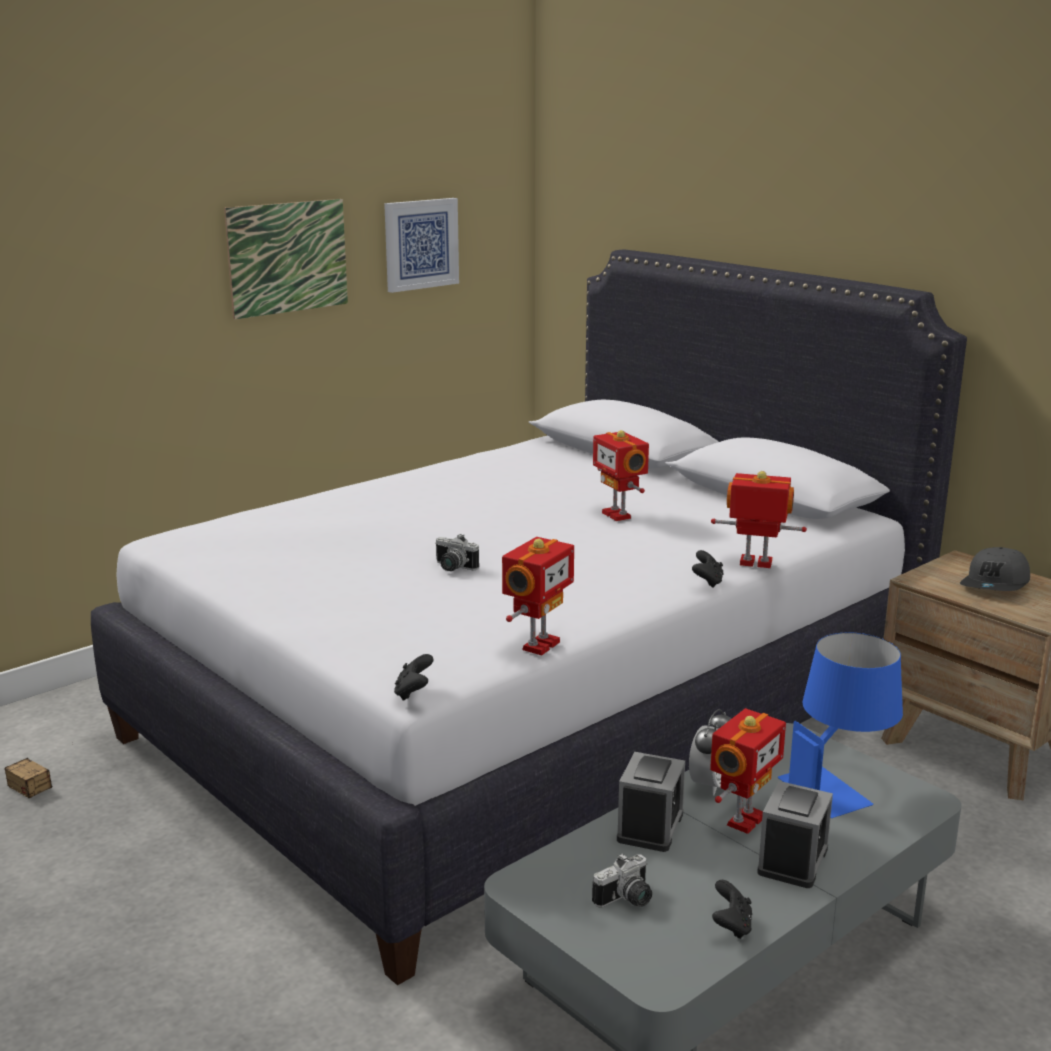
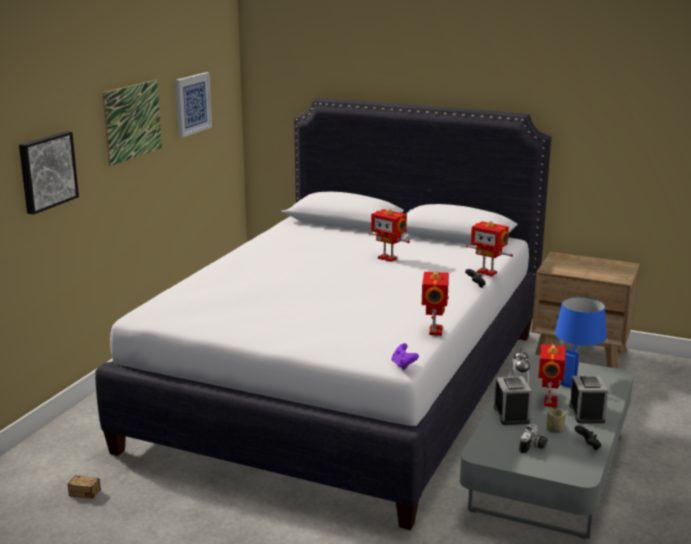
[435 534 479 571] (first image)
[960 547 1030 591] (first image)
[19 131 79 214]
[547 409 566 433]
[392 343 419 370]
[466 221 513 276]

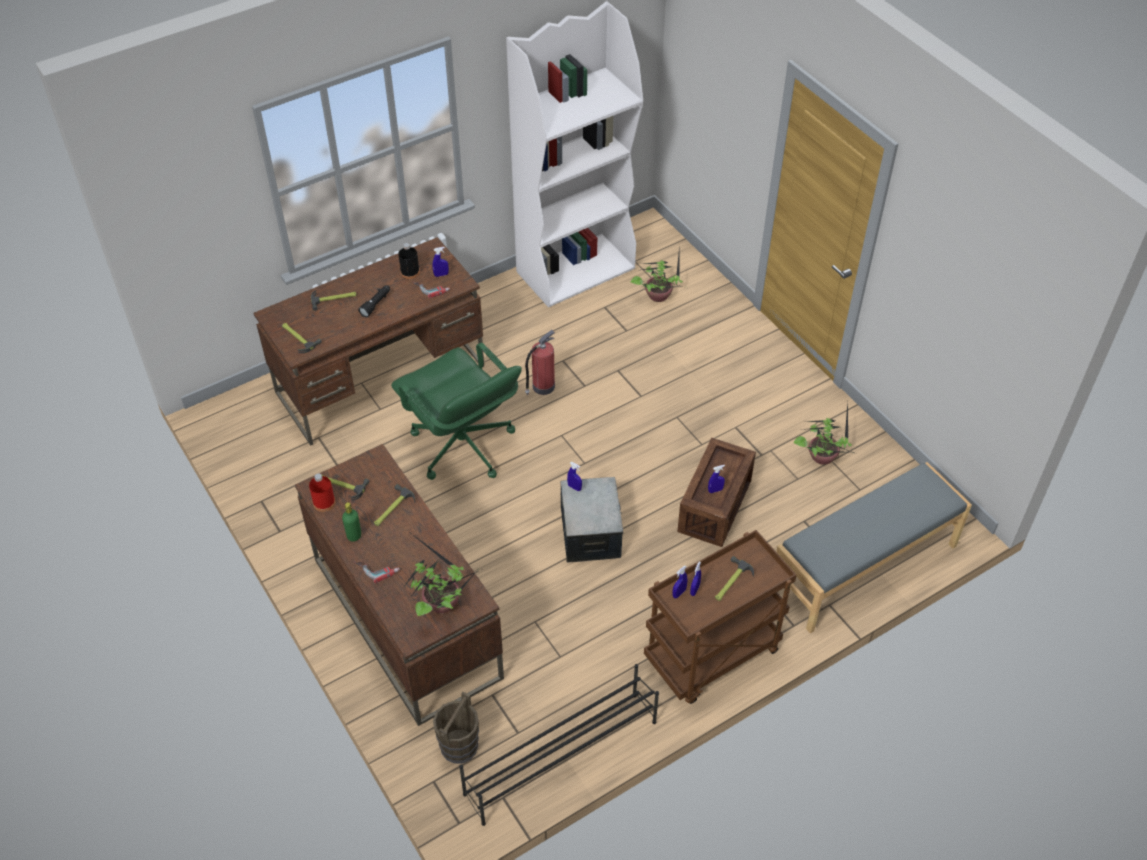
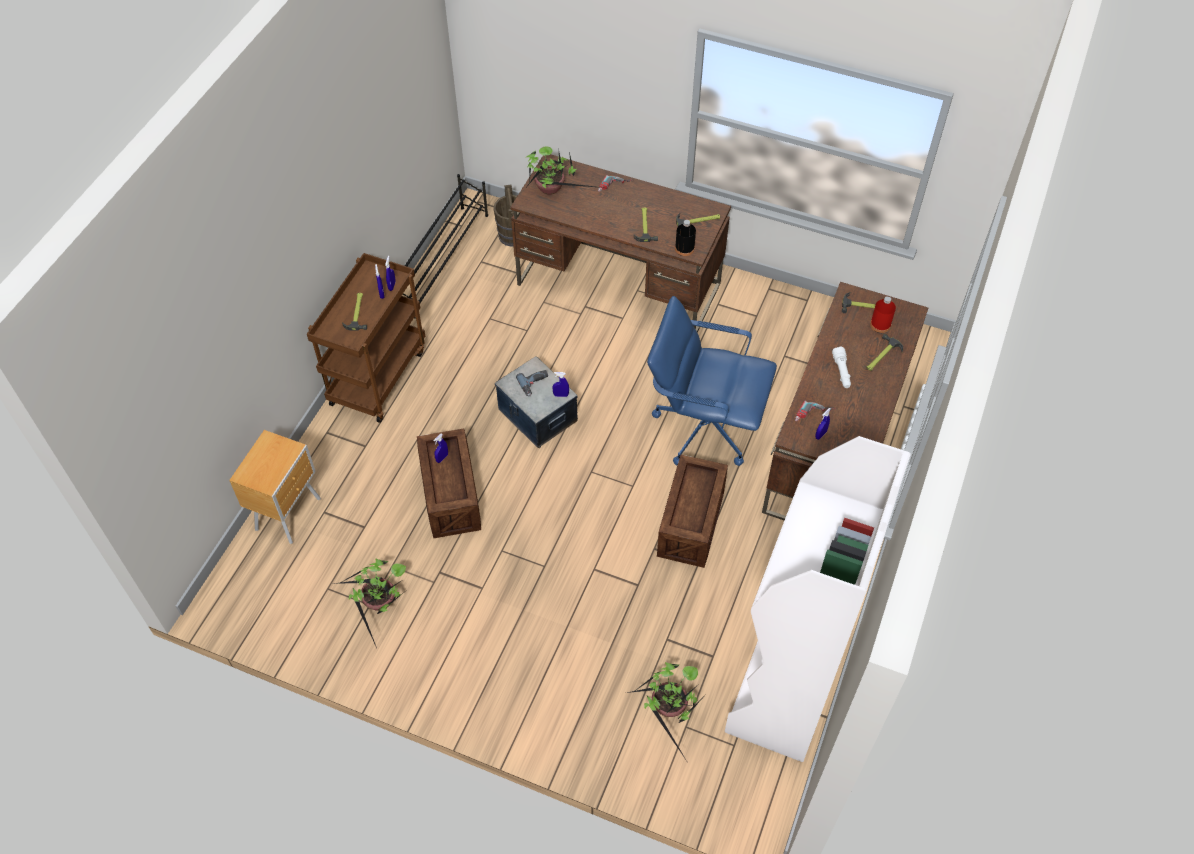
[342 502 361 542] (first image)
[516 370 548 397]
[870 296 896 333]
[675 220 696 256]
[657 455 728 568]
[229 430 321 544]
[832 347 851 388]
[647 296 777 466]

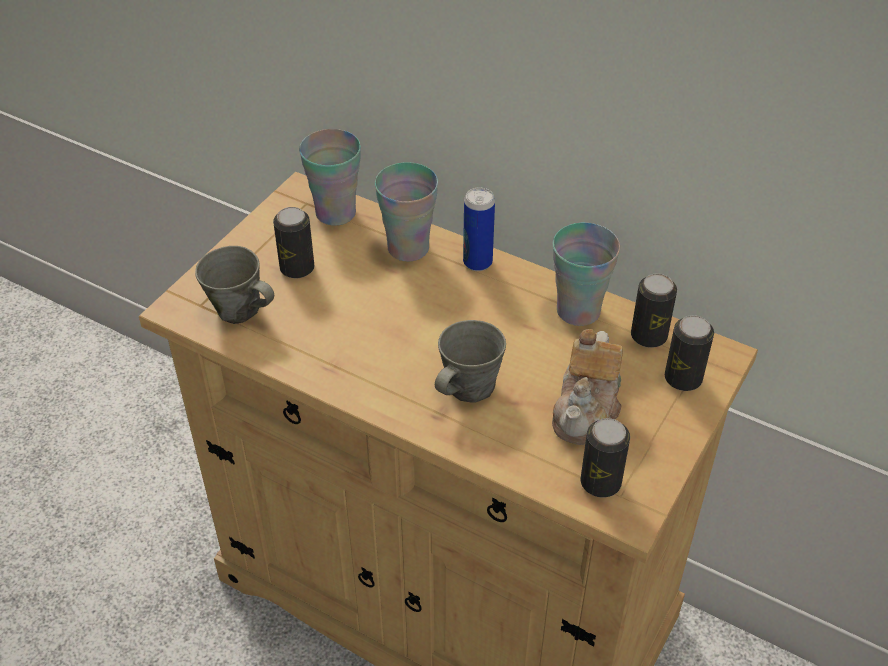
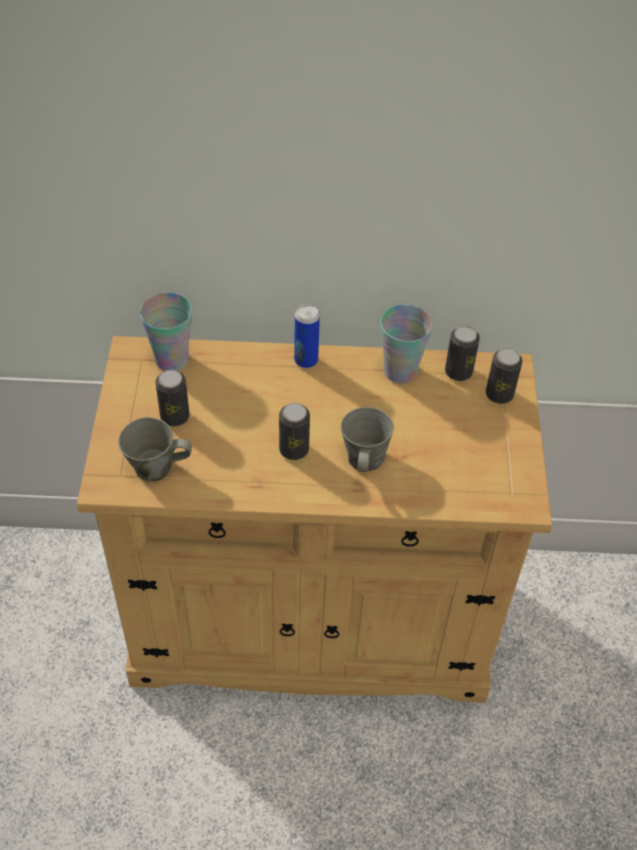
[375 162 438 262] (first image)
[552 329 623 445] (first image)
[279 403 310 460]

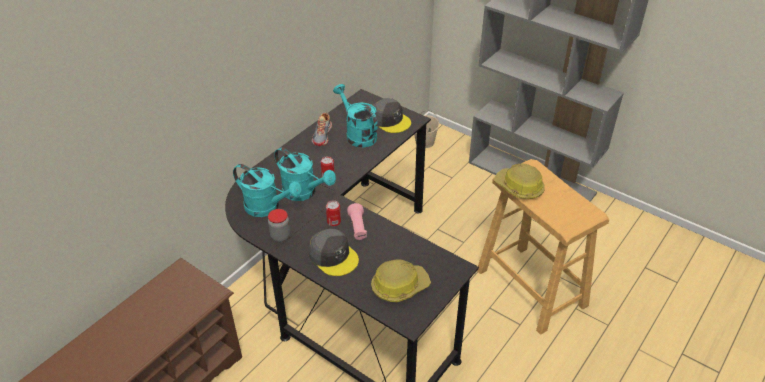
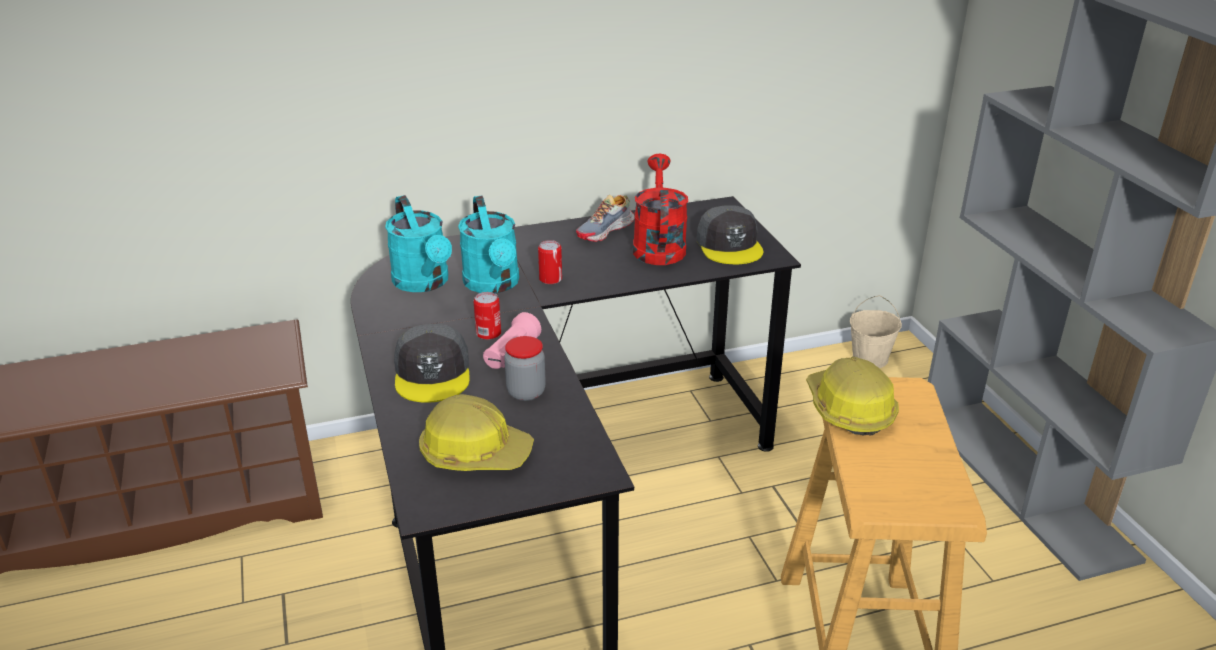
[504 336 546 401]
[633 153 688 265]

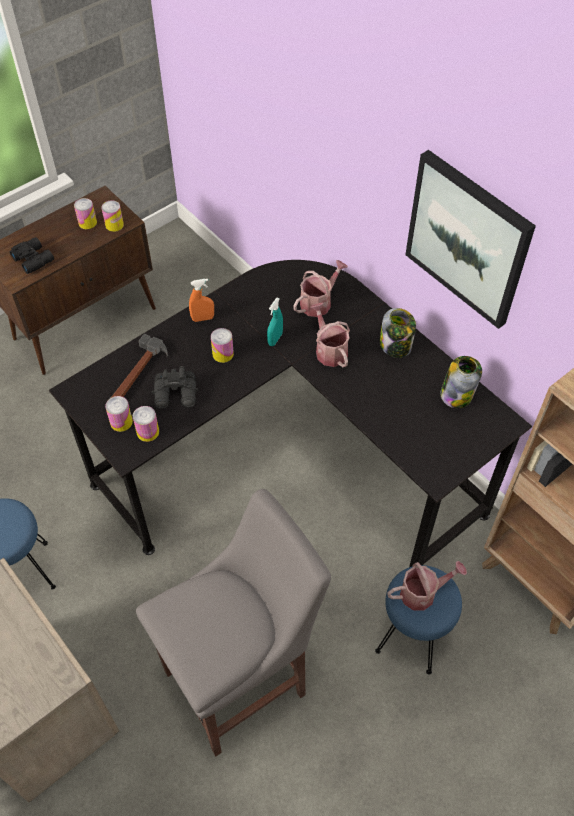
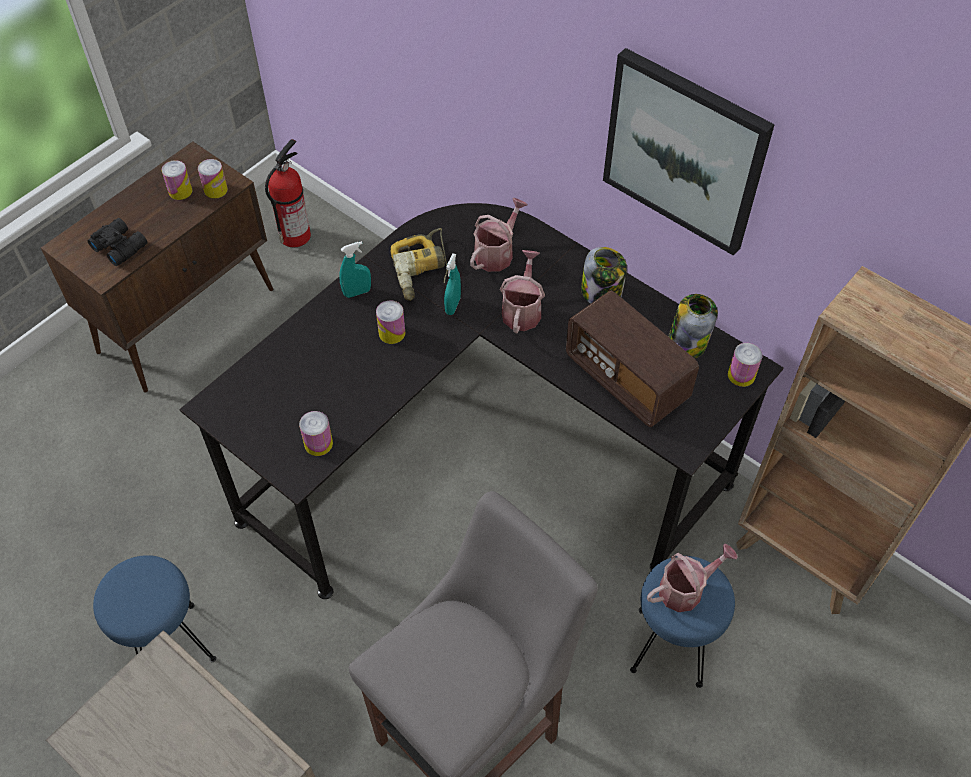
[111 334 168 398] (first image)
[151 366 198 409] (first image)
[265 139 311 247]
[391 228 448 301]
[566 291 699 427]
[728 343 763 387]
[339 241 371 298]
[500 250 545 333]

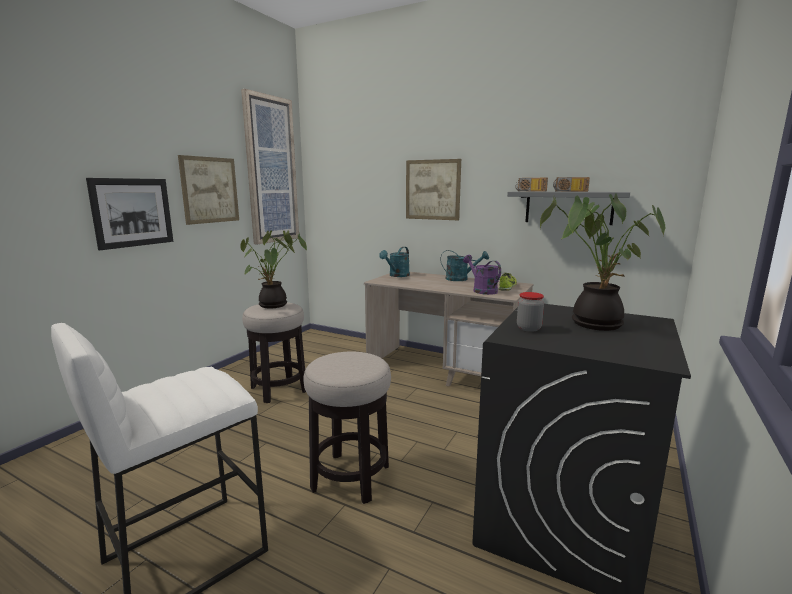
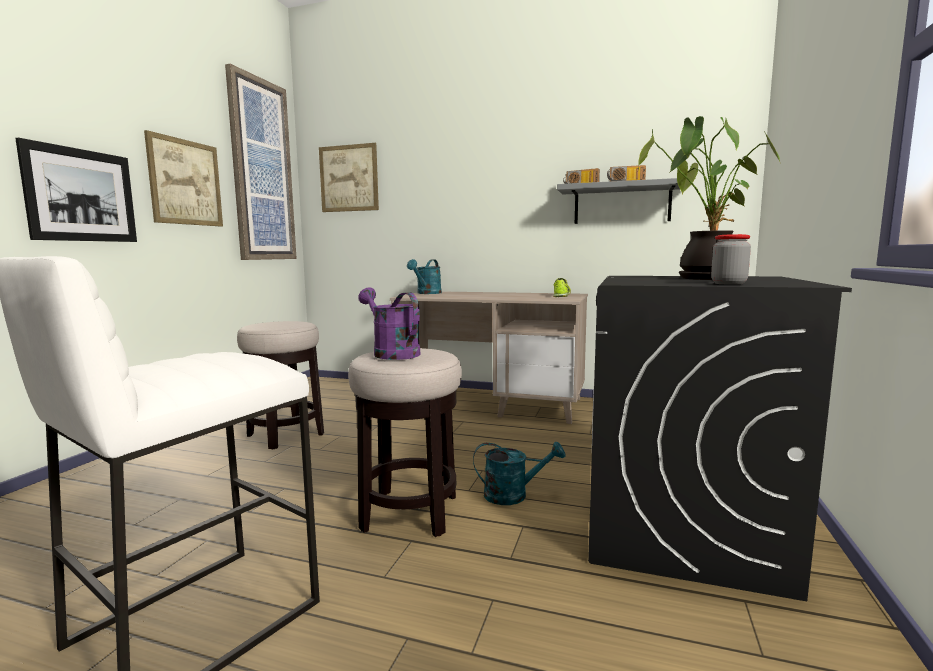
[240 230 307 308] (first image)
[319 143 379 212]
[473 441 565 505]
[358 287 420 360]
[711 234 751 285]

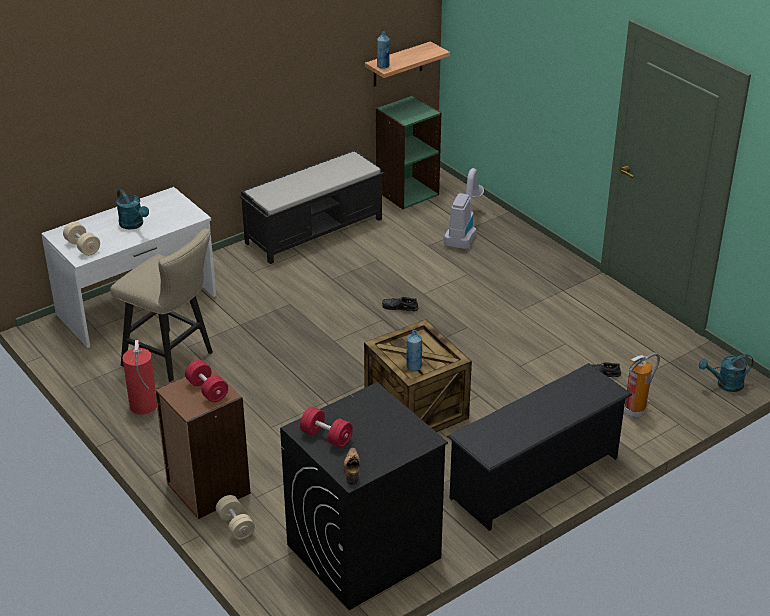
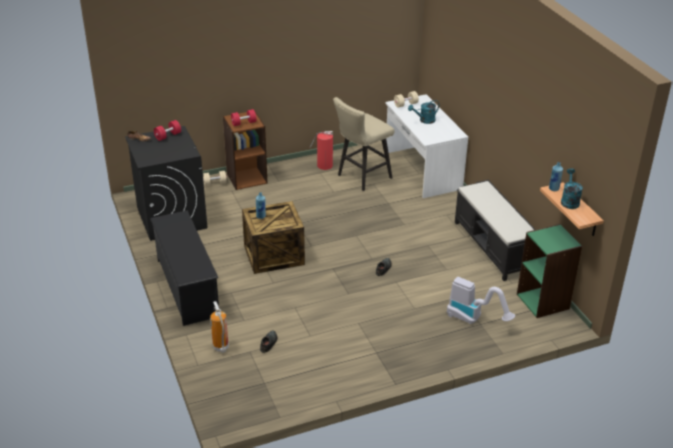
[561 168 583 209]

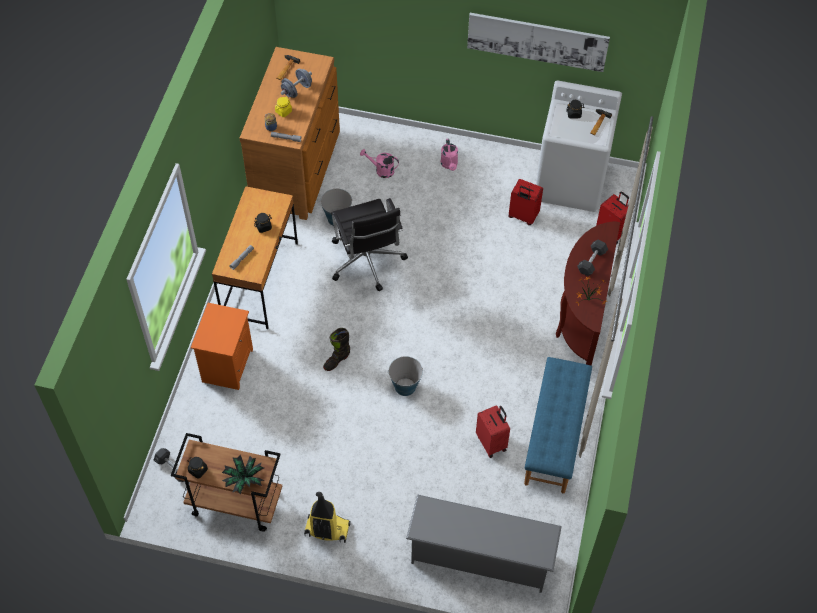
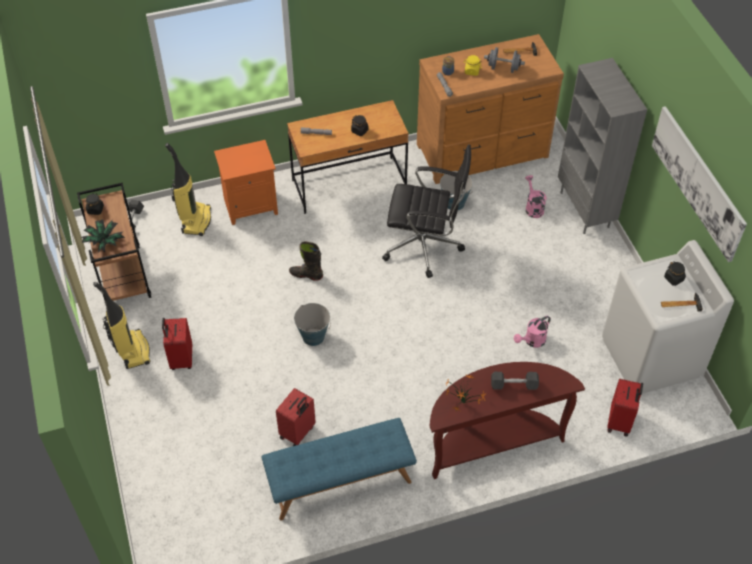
[406 494 562 593] (first image)
[165 143 211 236]
[558 58 647 234]
[514 316 551 348]
[162 318 192 370]
[382 145 471 278]

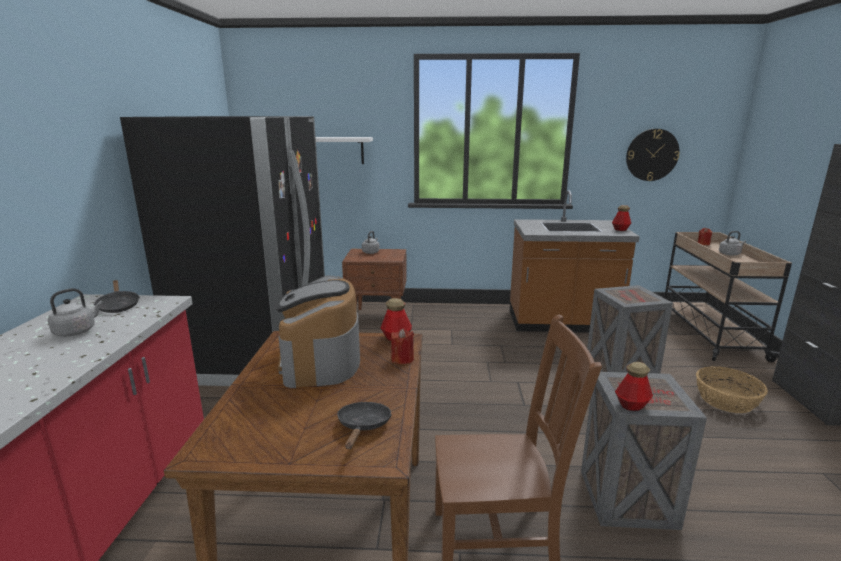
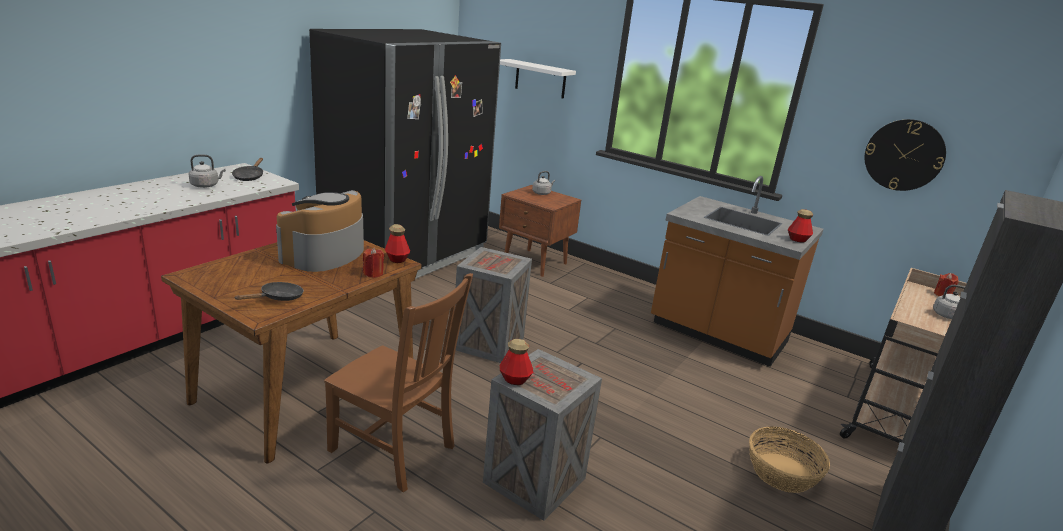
[454 247 532 363]

